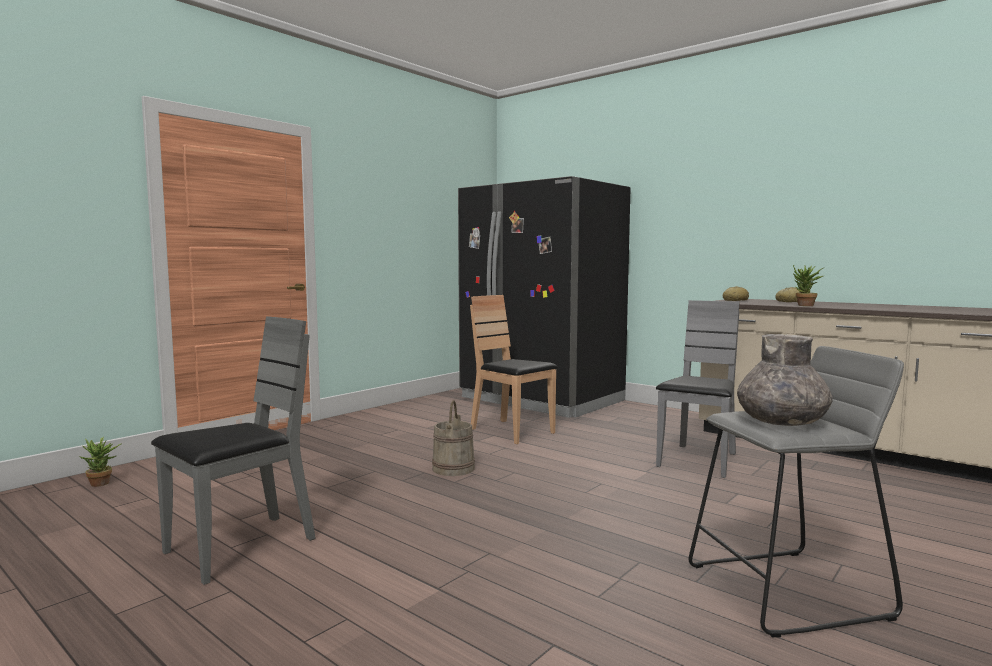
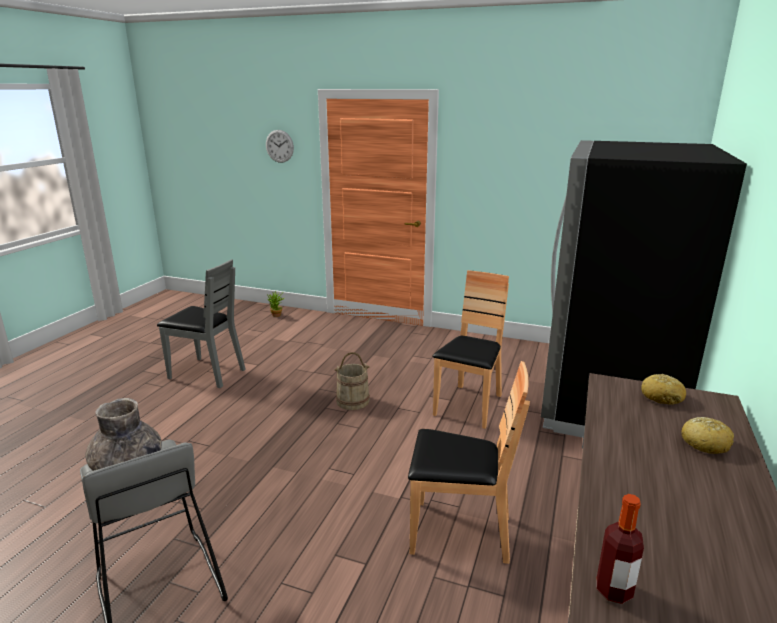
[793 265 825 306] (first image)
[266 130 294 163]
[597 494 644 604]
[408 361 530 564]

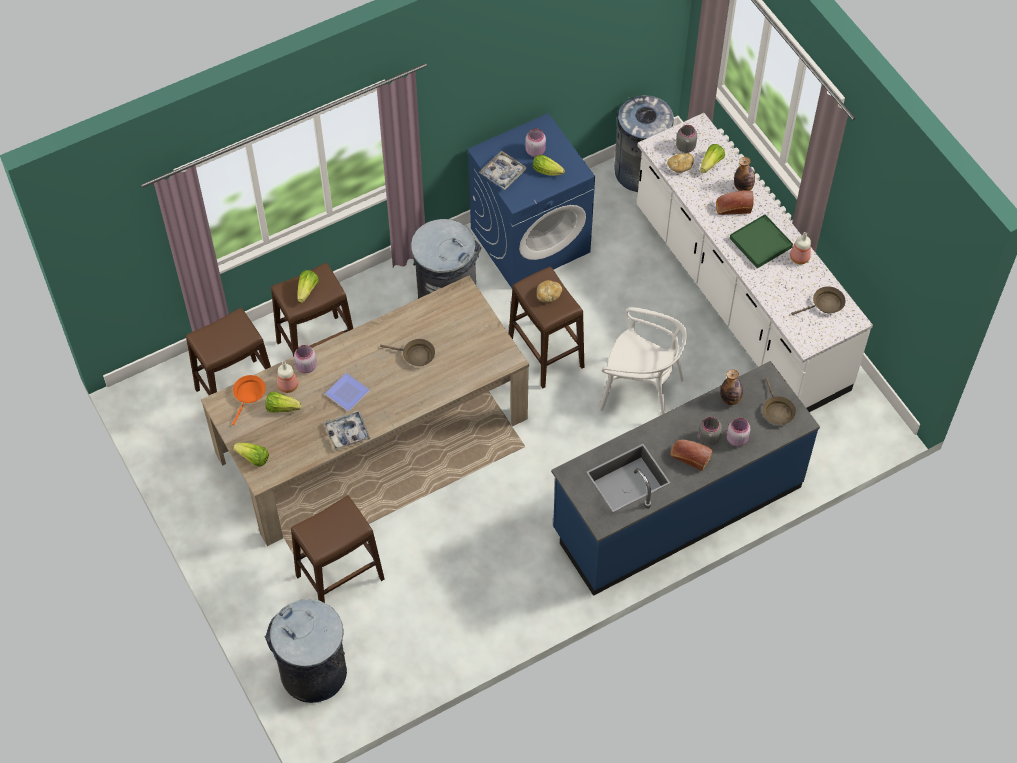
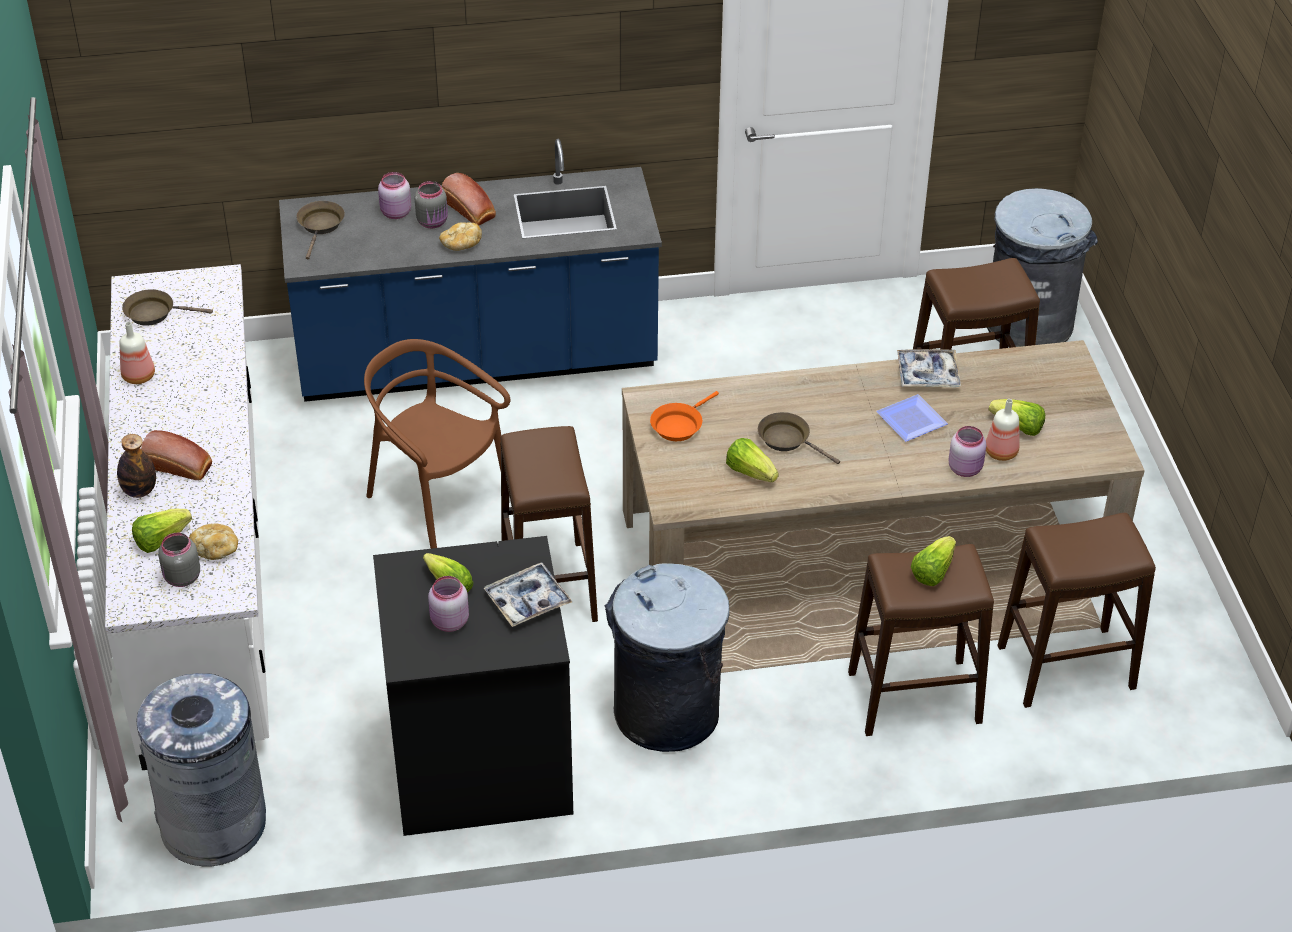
[720 369 743 405] (first image)
[730 214 793 268] (first image)
[650 391 719 441]
[726 438 779 482]
[439 222 482 251]
[373 536 573 836]
[364 339 510 549]

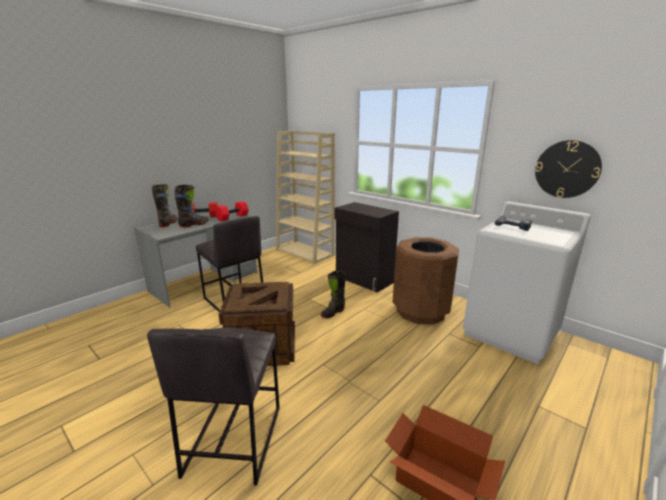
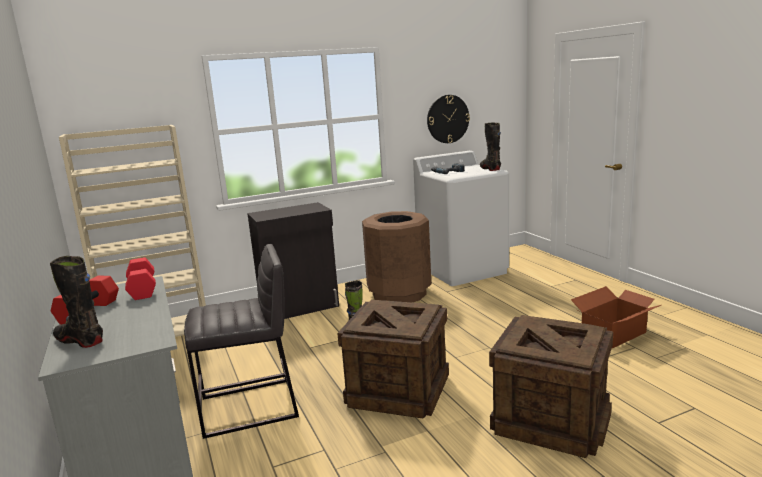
[480 122 501 171]
[489 315 613 458]

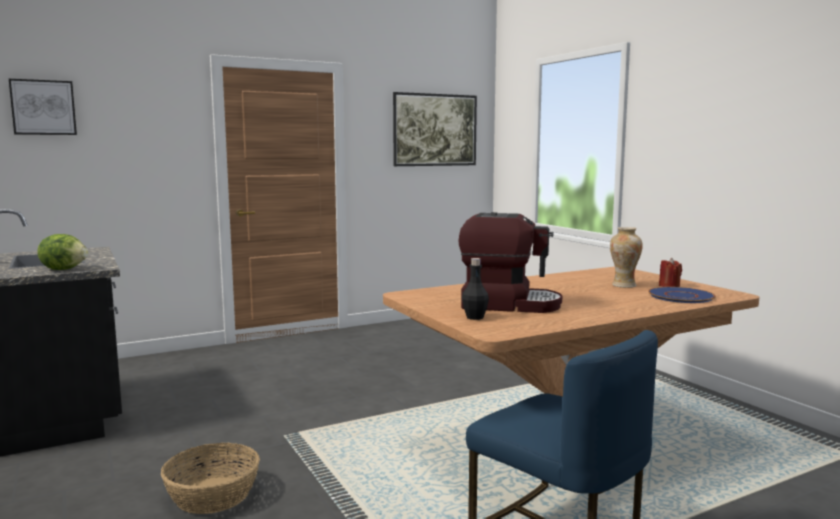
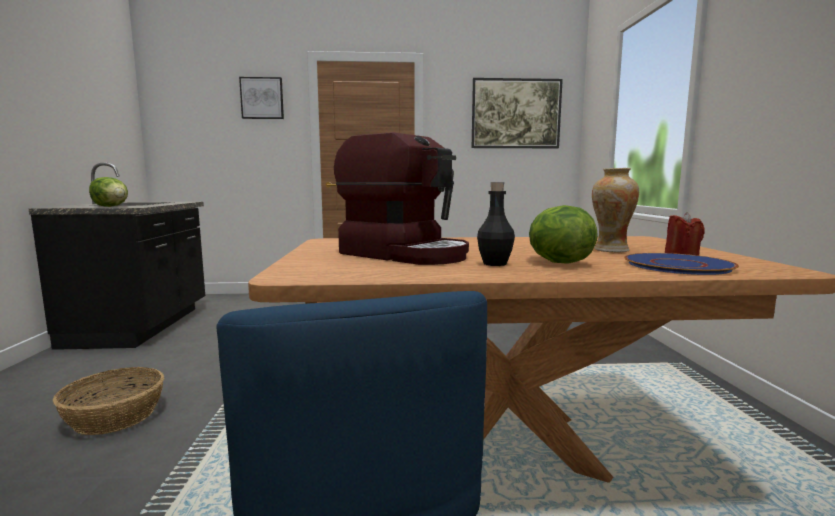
[529 205 598 264]
[239 77 284 119]
[477 182 515 266]

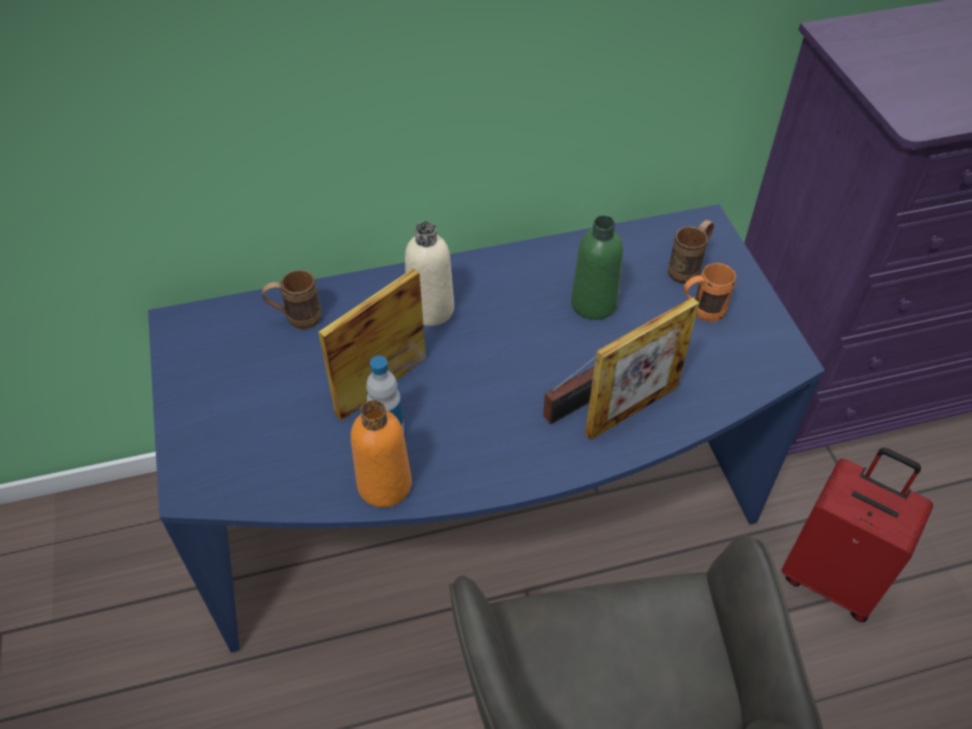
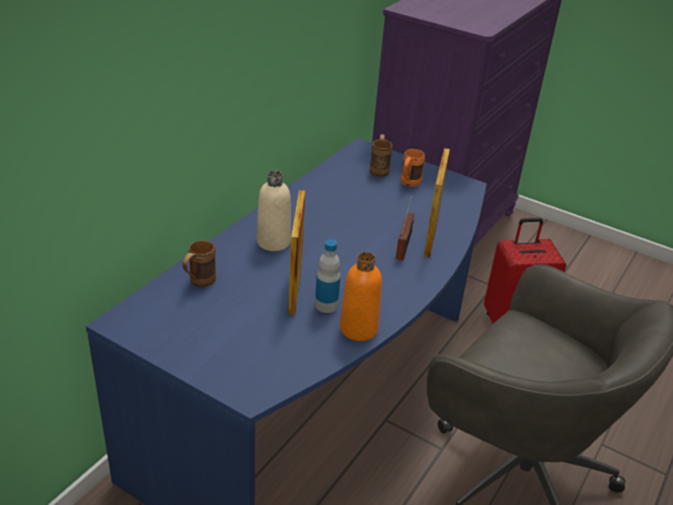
[571 215 623 320] (first image)

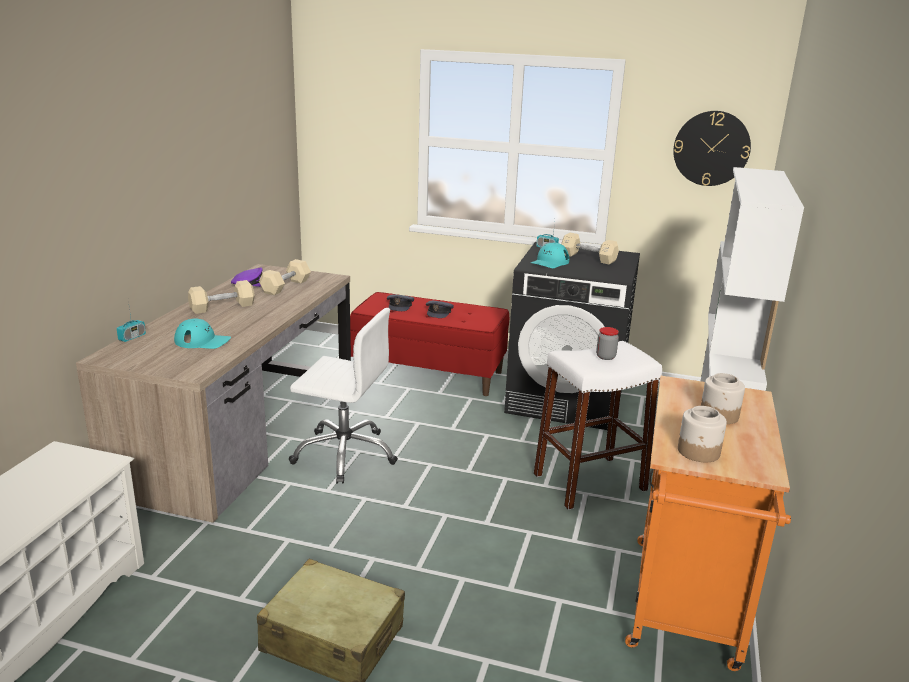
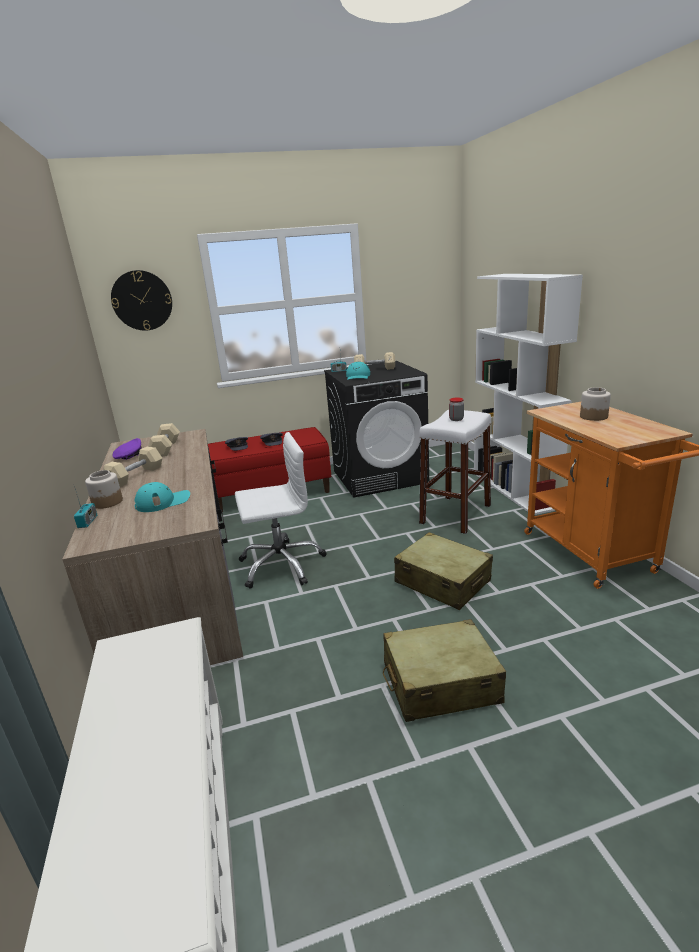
[394 532 493 610]
[111 270 172 331]
[85 470 123 509]

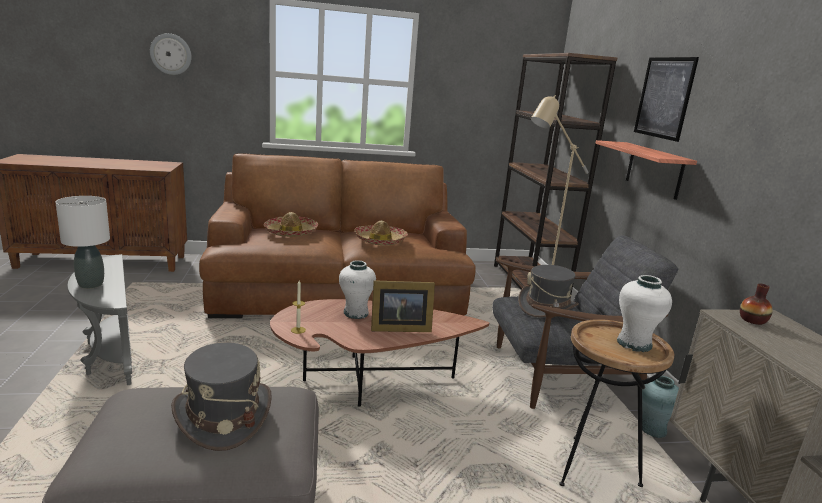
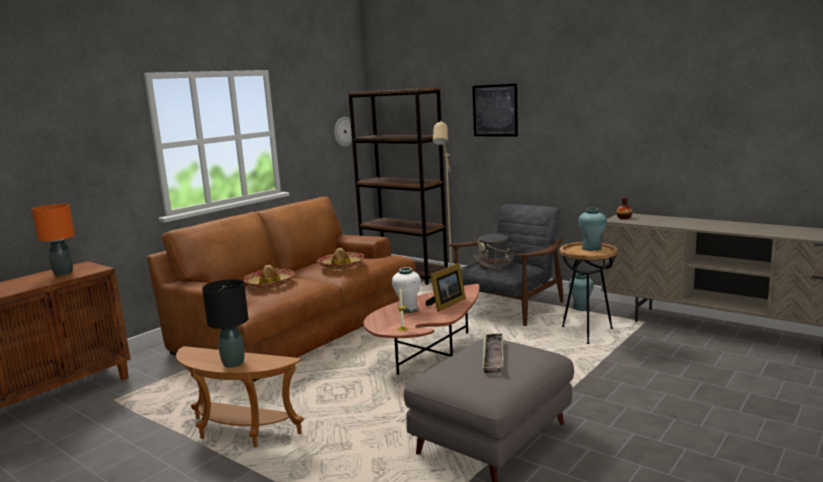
[595 140 697 200] (first image)
[32 204 75 276]
[334 117 352 147]
[483 333 504 373]
[202 279 249 368]
[176 346 304 447]
[578 208 607 251]

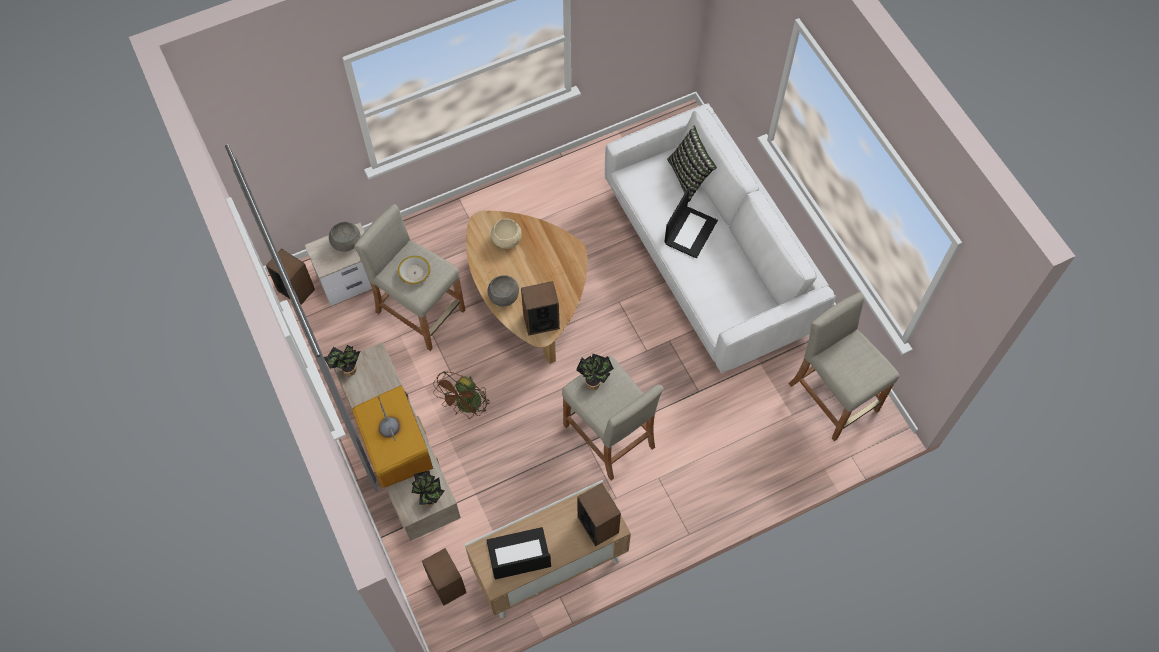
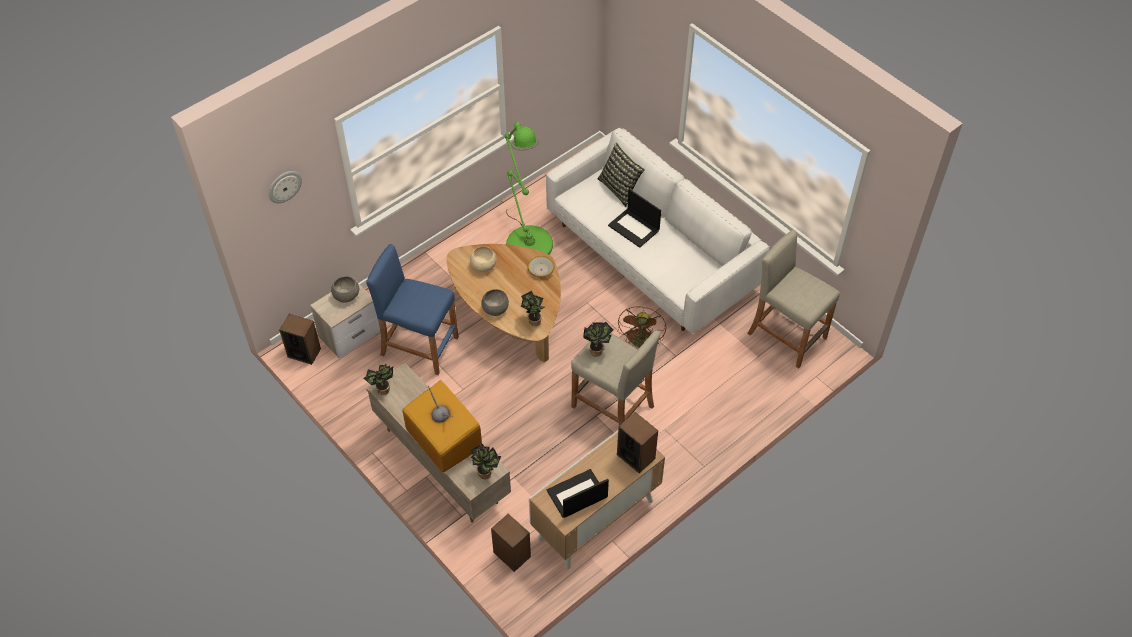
[268 171 302 203]
[505 122 553 255]
[528 256 555 277]
[617 307 666 348]
[521 291 544 326]
[366 244 459 375]
[608 189 661 248]

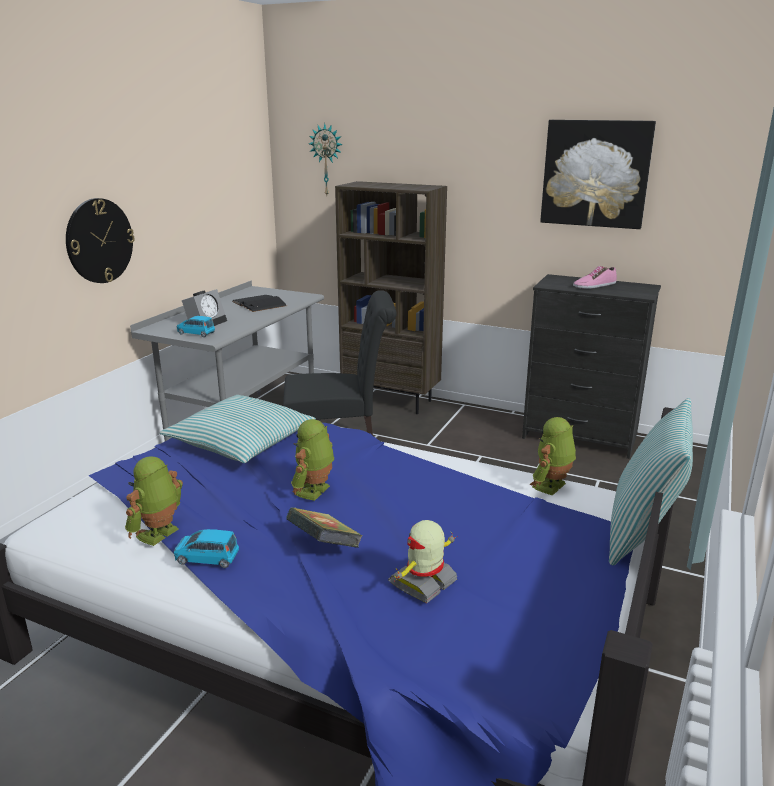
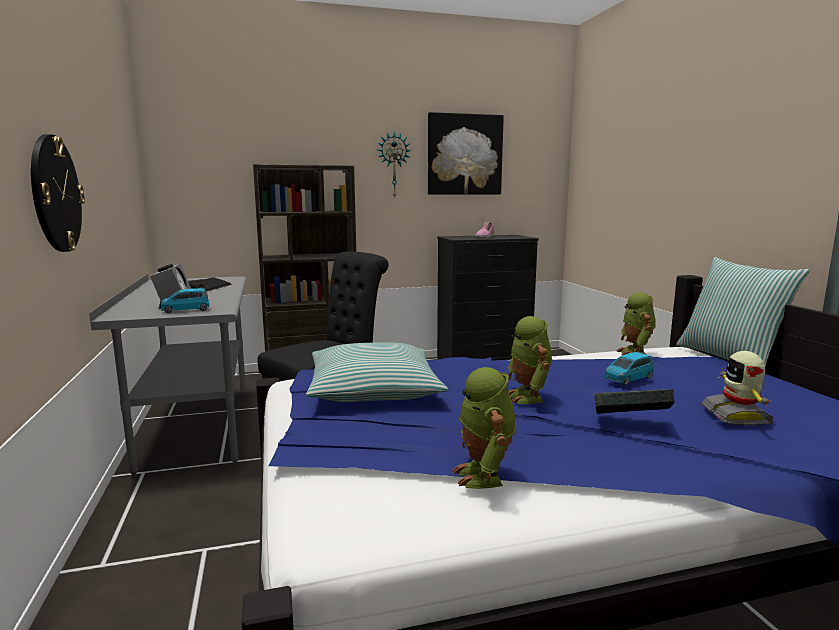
[605 352 653 385]
[377 131 412 199]

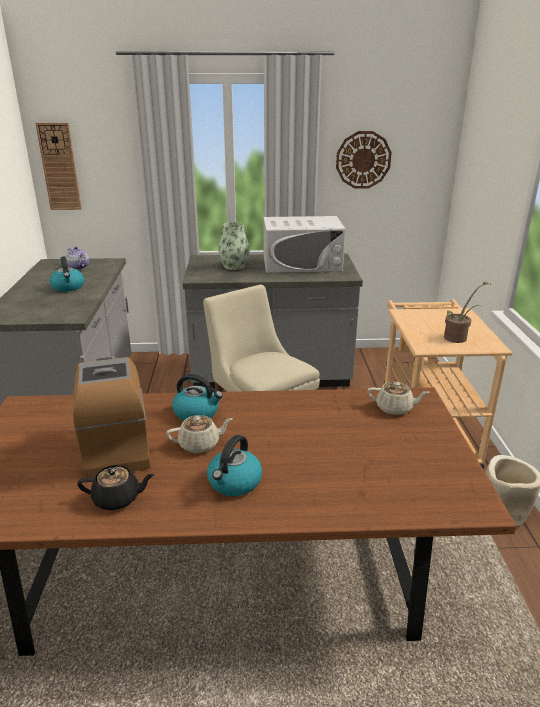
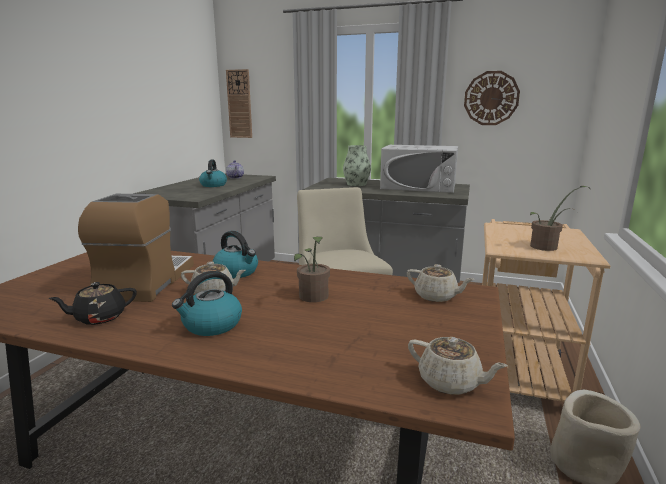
[294 236 330 302]
[408 337 508 395]
[48 282 137 325]

